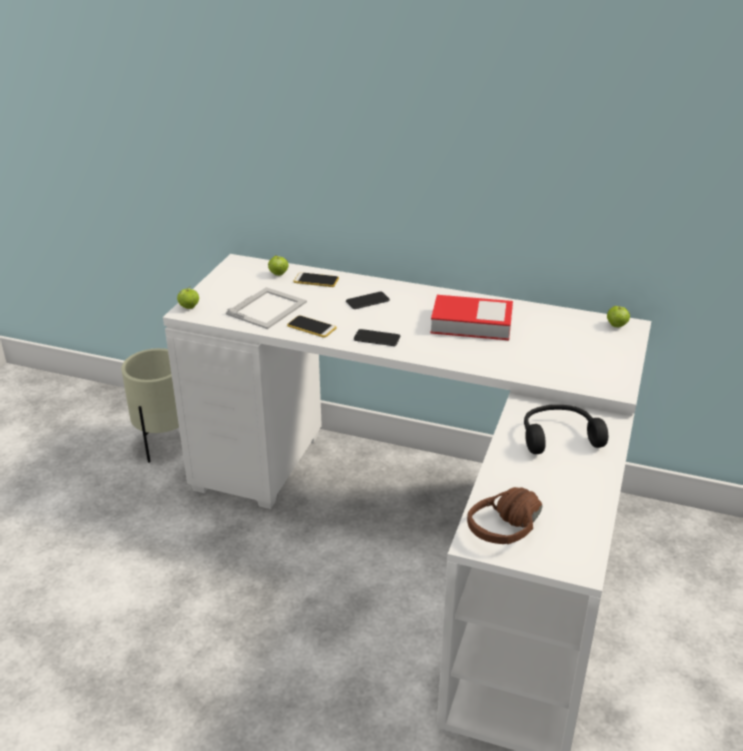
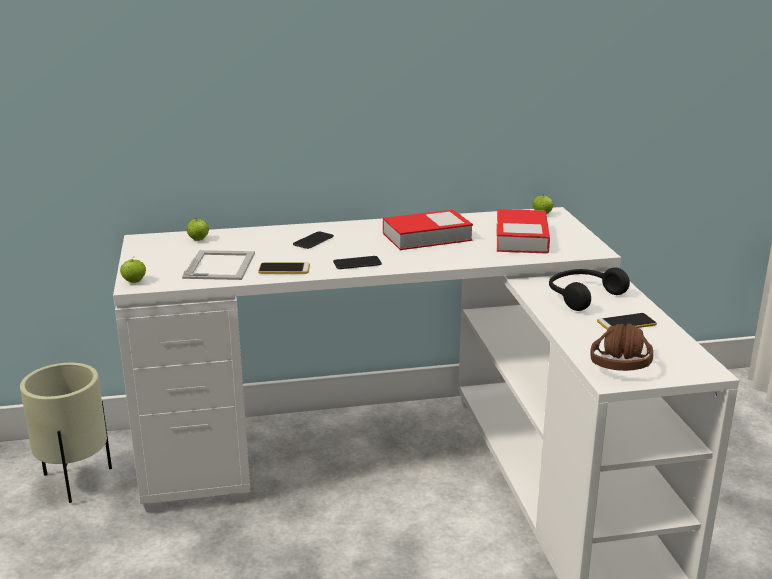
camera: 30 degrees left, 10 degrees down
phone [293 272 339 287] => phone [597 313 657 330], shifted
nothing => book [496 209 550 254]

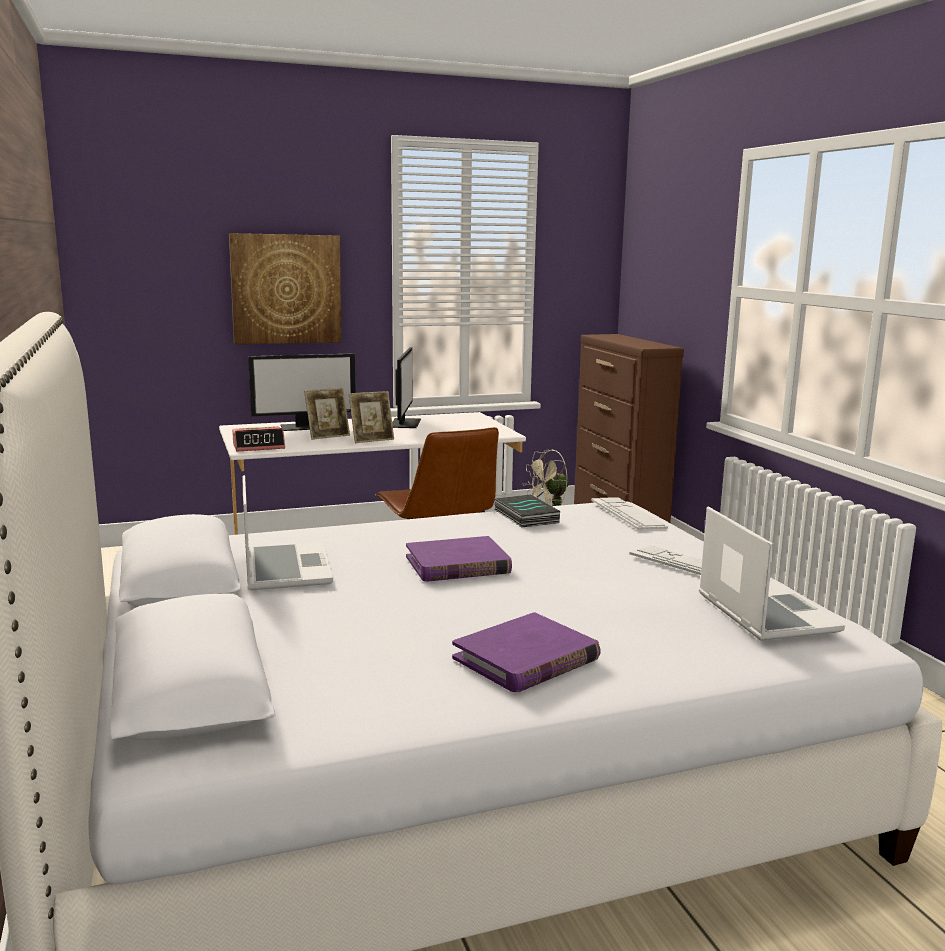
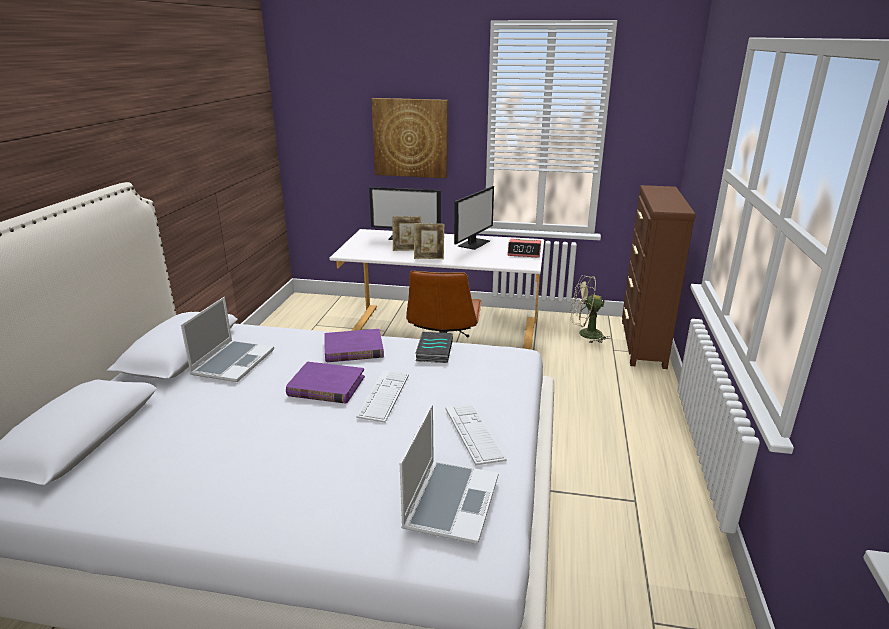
camera: 30 degrees right, 10 degrees up
table clock [232 426 285 452] => table clock [507 238 541 258], shifted
computer keyboard [591 497 668 530] => computer keyboard [356 370 409 423], shifted
purplish book [452 612 601 692] => purplish book [324 329 384 362], shifted

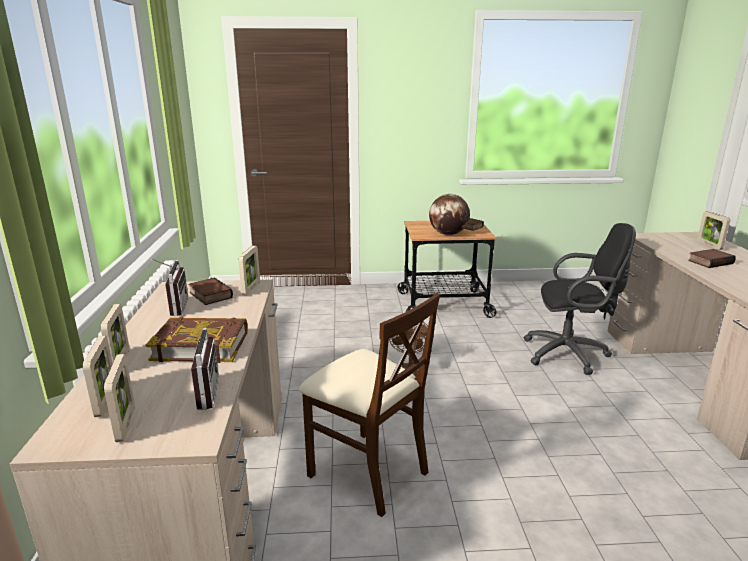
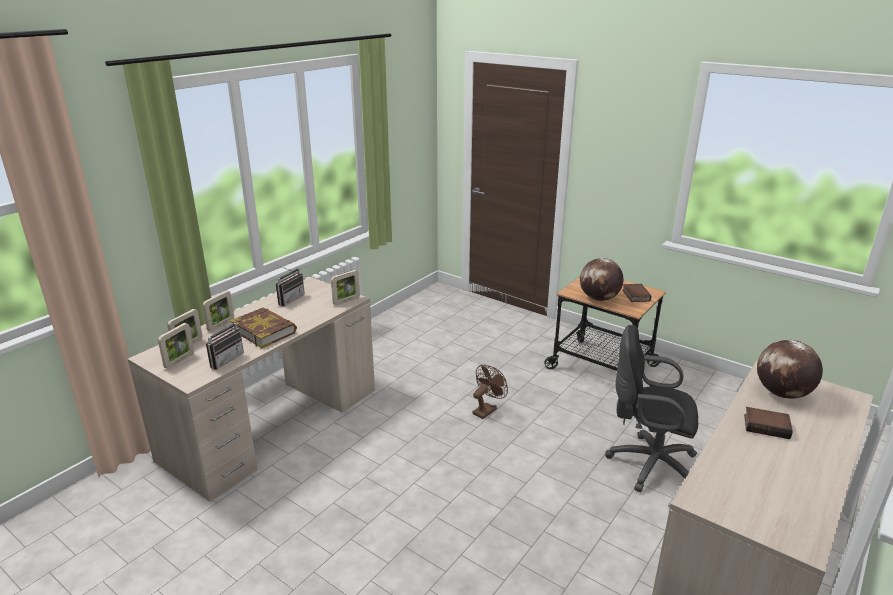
camera: 40 degrees right, 5 degrees up
standing frame [697 211 730 250] => nothing
blackish office chair [523 223 636 375] => blackish office chair [605 325 698 492], 150 degrees clockwise
book [189 277 233 305] => nothing
beige-coloured chair [299 293 440 517] => nothing
nothing => desk globe [757 340 823 398]

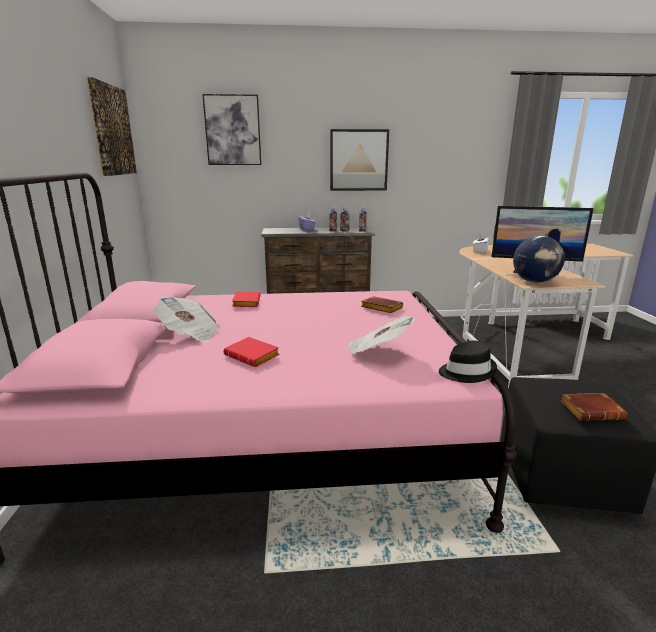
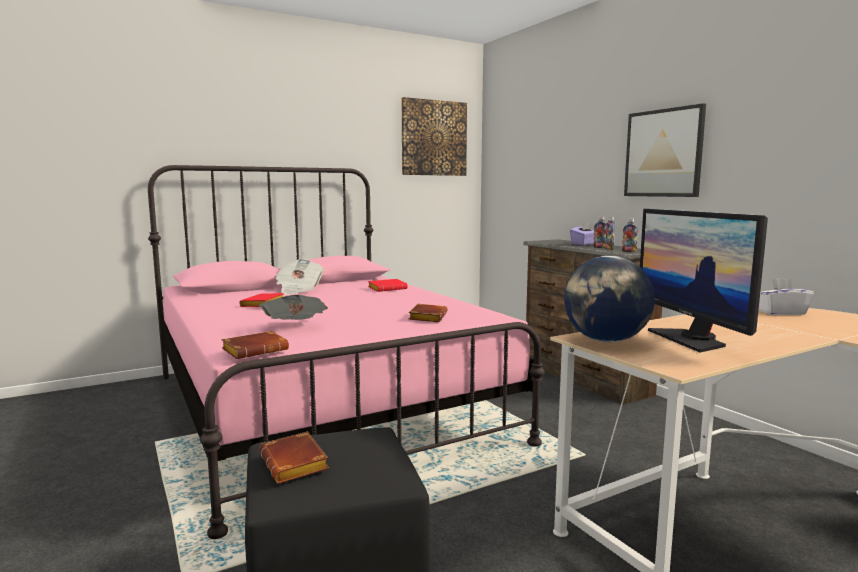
camera: 65 degrees right, 10 degrees down
picture [202 94 261 165] => nothing
blackish clothing hat [439 341 497 383] => brown book [221 331 289 359]

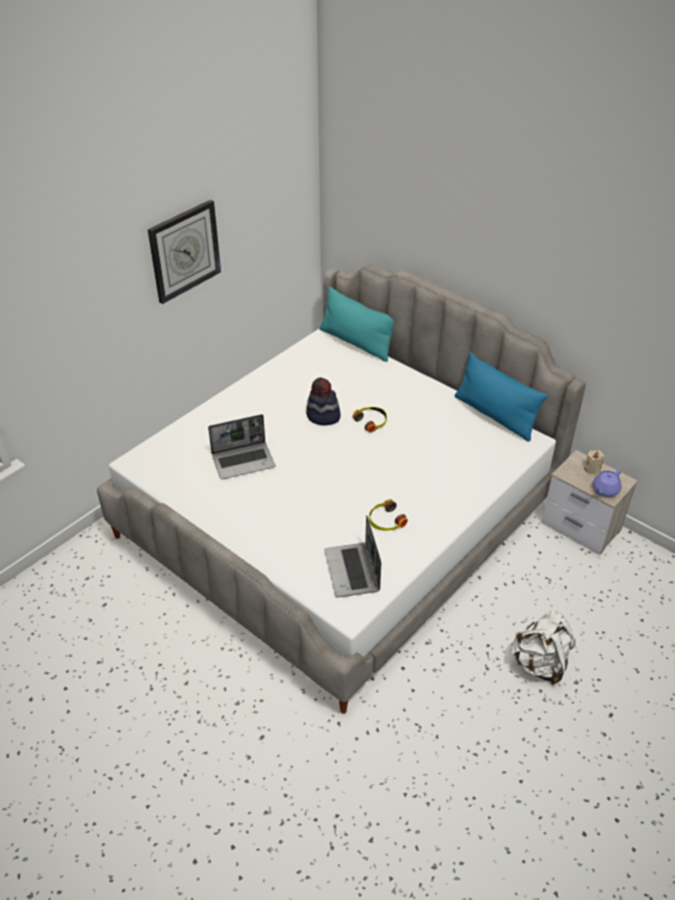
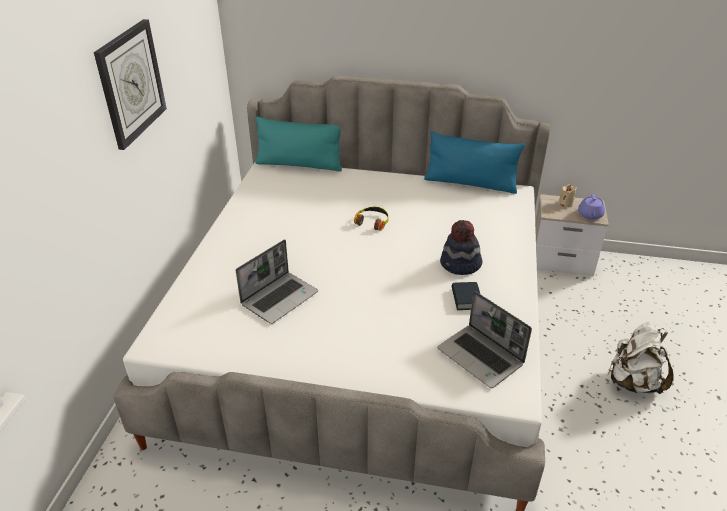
camera: 30 degrees left, 5 degrees down
clothing hat [306 378 341 426] => clothing hat [440 220 482 275], shifted
headset [369 499 408 531] => book [452 282 480 310]

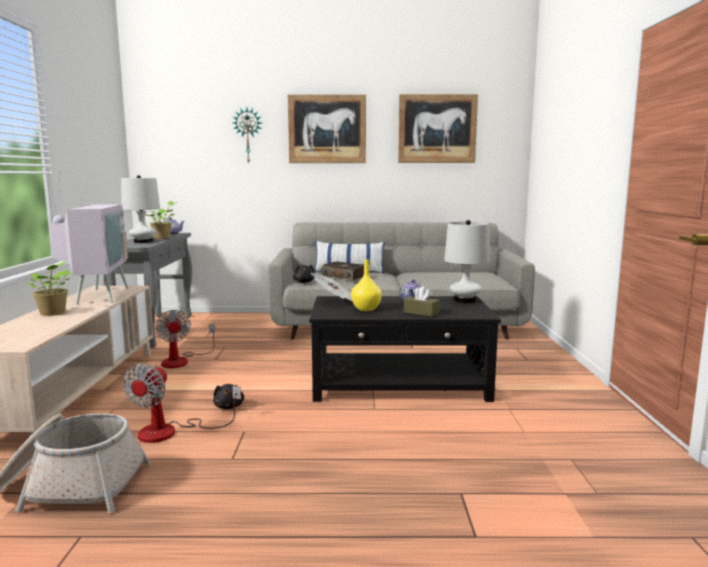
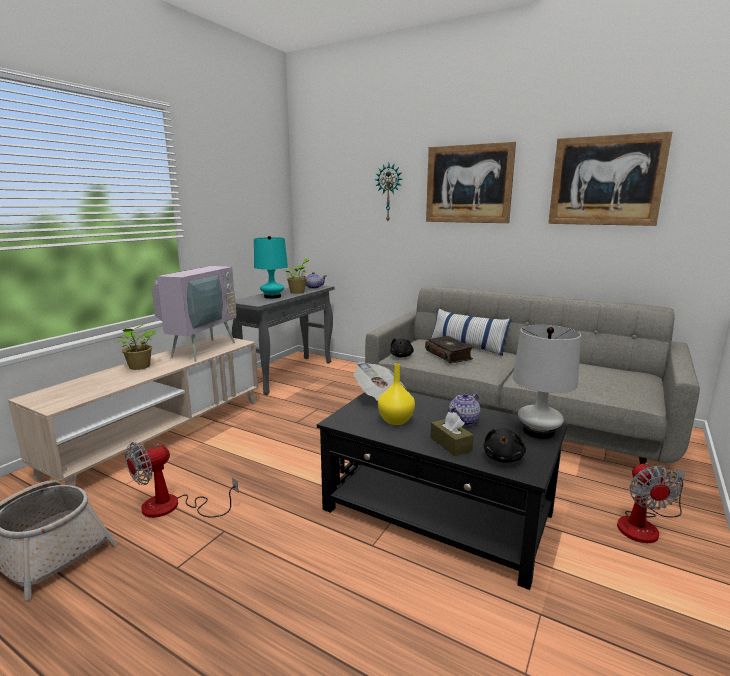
camera: 30 degrees right, 5 degrees up
white-coloured lamp for a table [121 175 160 243] => turquoise lamp for a table [254 236 288 299]
cooling fan [156 310 215 368] => cooling fan [617 462 685 543], shifted
blackish plush toy [213 384 244 409] => blackish plush toy [483 428 526 463], shifted

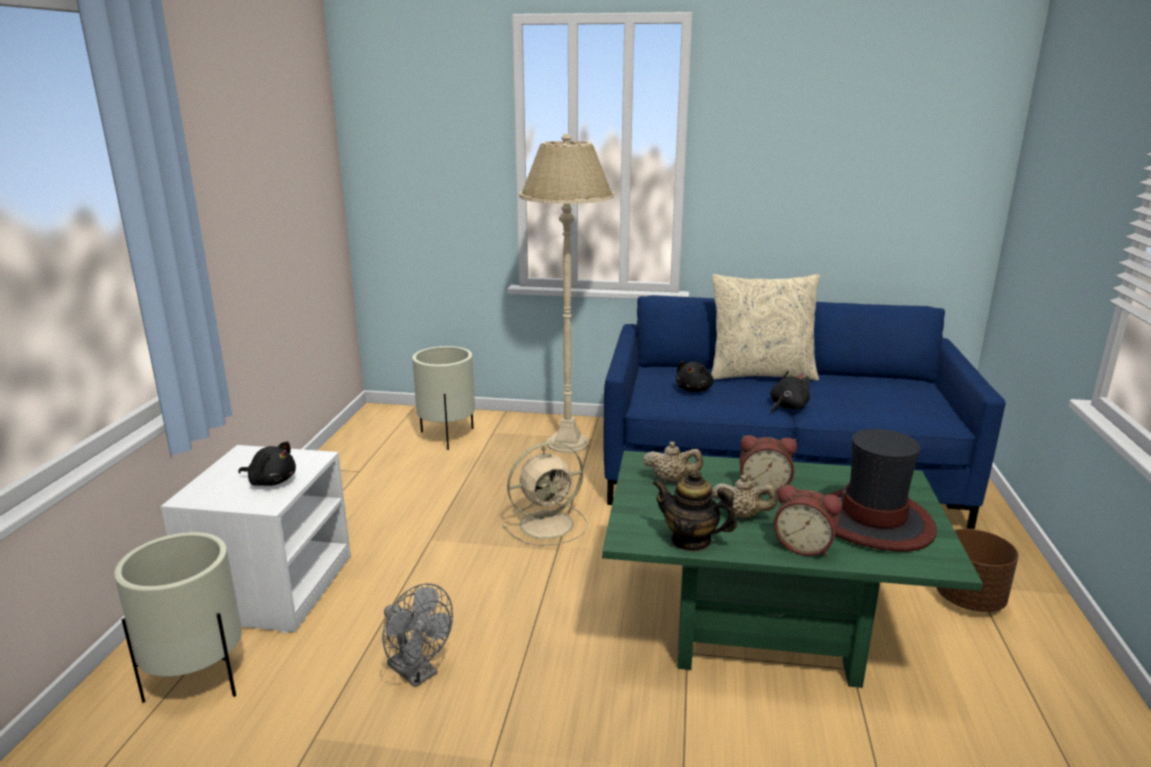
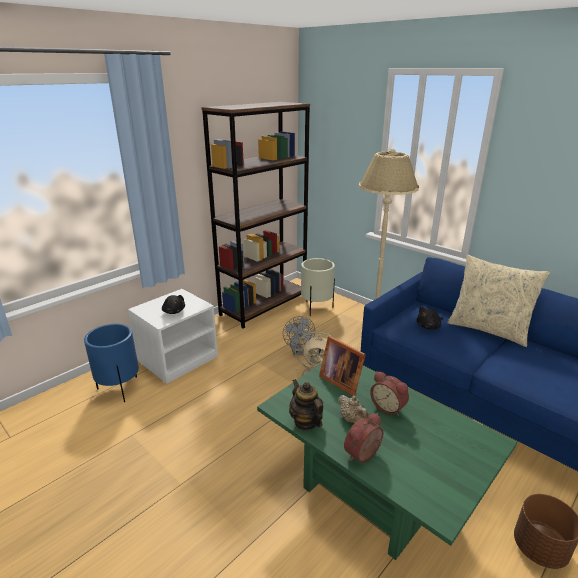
camera: 35 degrees right, 5 degrees up
blackish plush toy [770 371 810 413] => nothing
clothing hat [829 429 937 552] => nothing
beige-coloured pot for tea [643 442 703 482] => standing frame [319 336 366 396]
table clock [774 485 842 556] => table clock [344 413 383 463], 75 degrees clockwise
beige-coloured plant pot [114 532 242 703] => bluish plant pot [84 324 139 402]
grey cooling fan [382 583 453 687] => grey cooling fan [283 316 315 356], shifted
nothing => brown shelving unit [201 102 310 329]

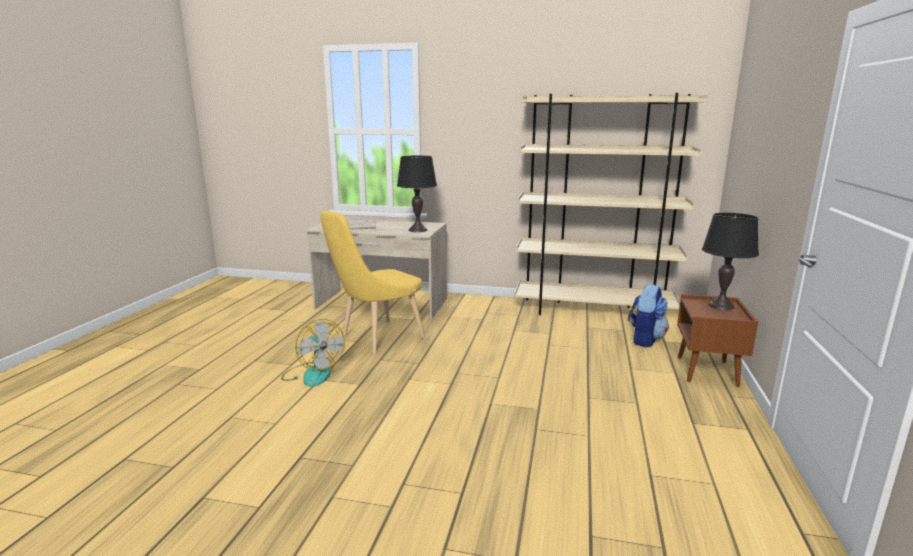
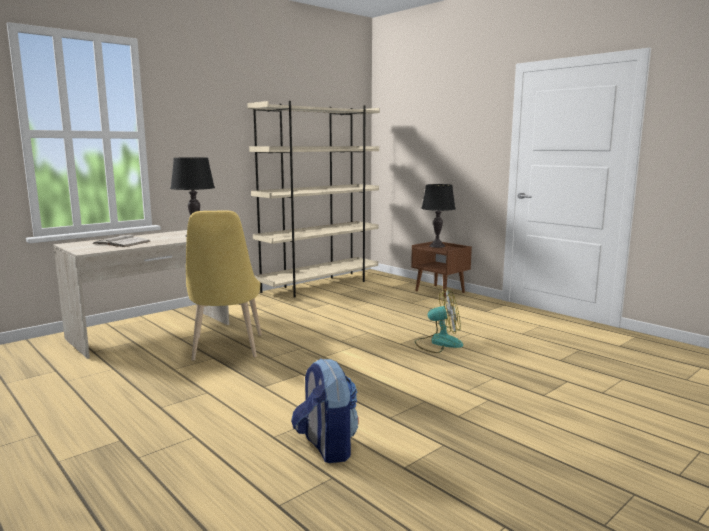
camera: 55 degrees left, 5 degrees down
rucksack [628 284 669 347] => rucksack [291 358 358 463], shifted
cooling fan [281 319 345 387] => cooling fan [415 289 463 353], shifted

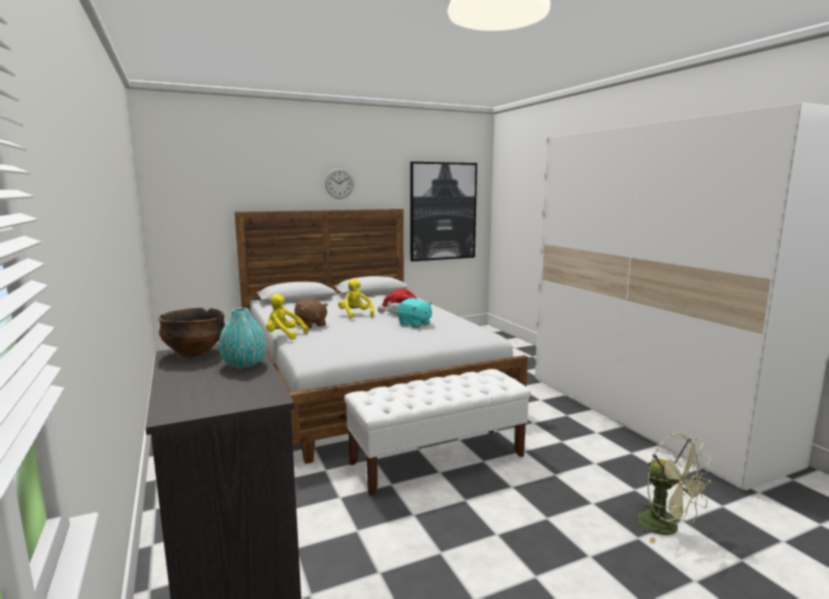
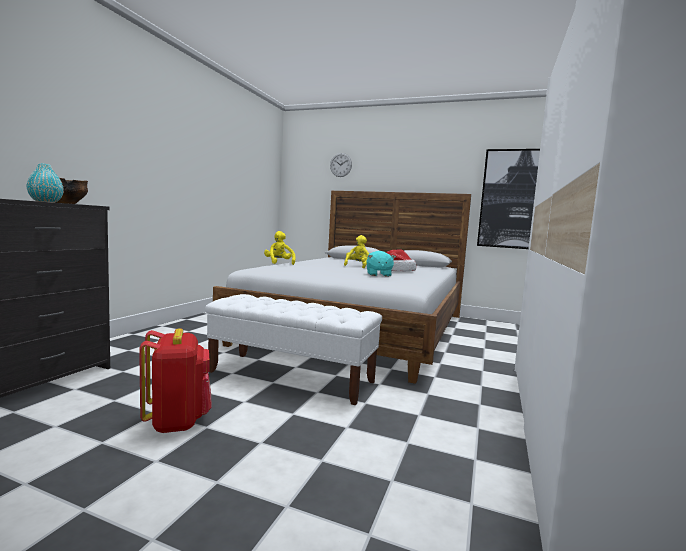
camera: 45 degrees right, 5 degrees down
wall clock [325 168 354 199] => wall clock [330 153 352 177], shifted
brown plush toy [294 299 328 328] => nothing
greenish cooling fan [636 433 713 544] => nothing
nothing => red rucksack [139 328 212 433]

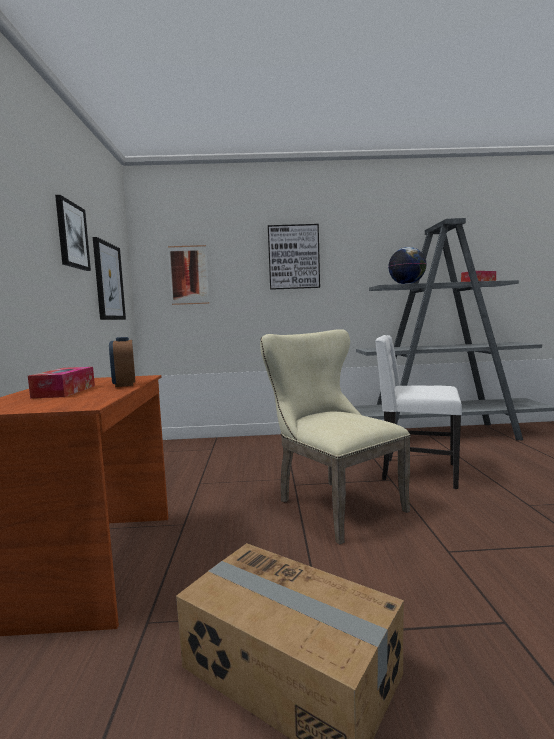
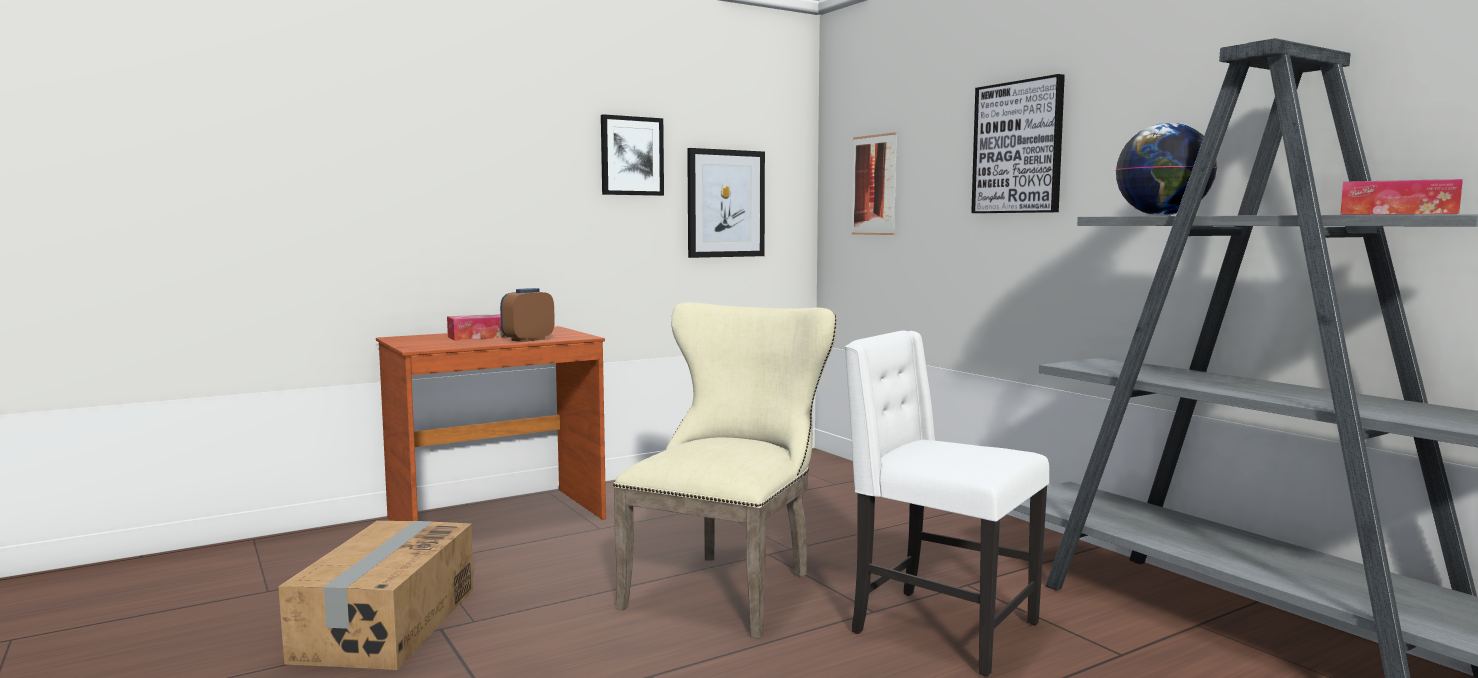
camera: 60 degrees right, 0 degrees up
white-coloured chair [375 335 462 489] => white-coloured chair [845 330 1049 676], 45 degrees counterclockwise

